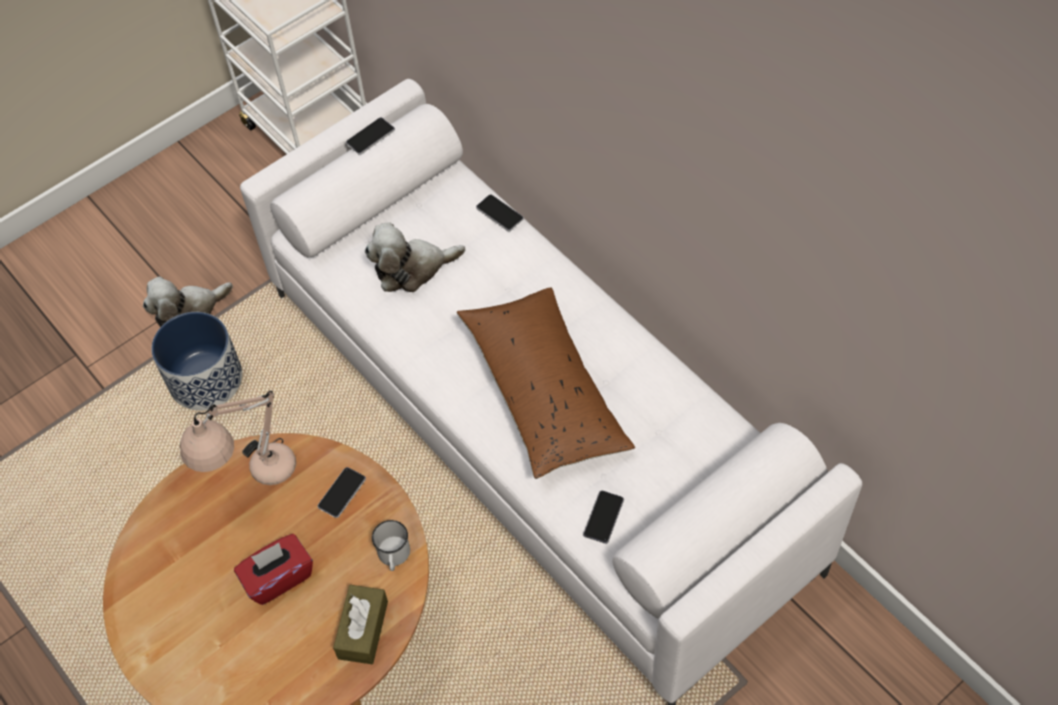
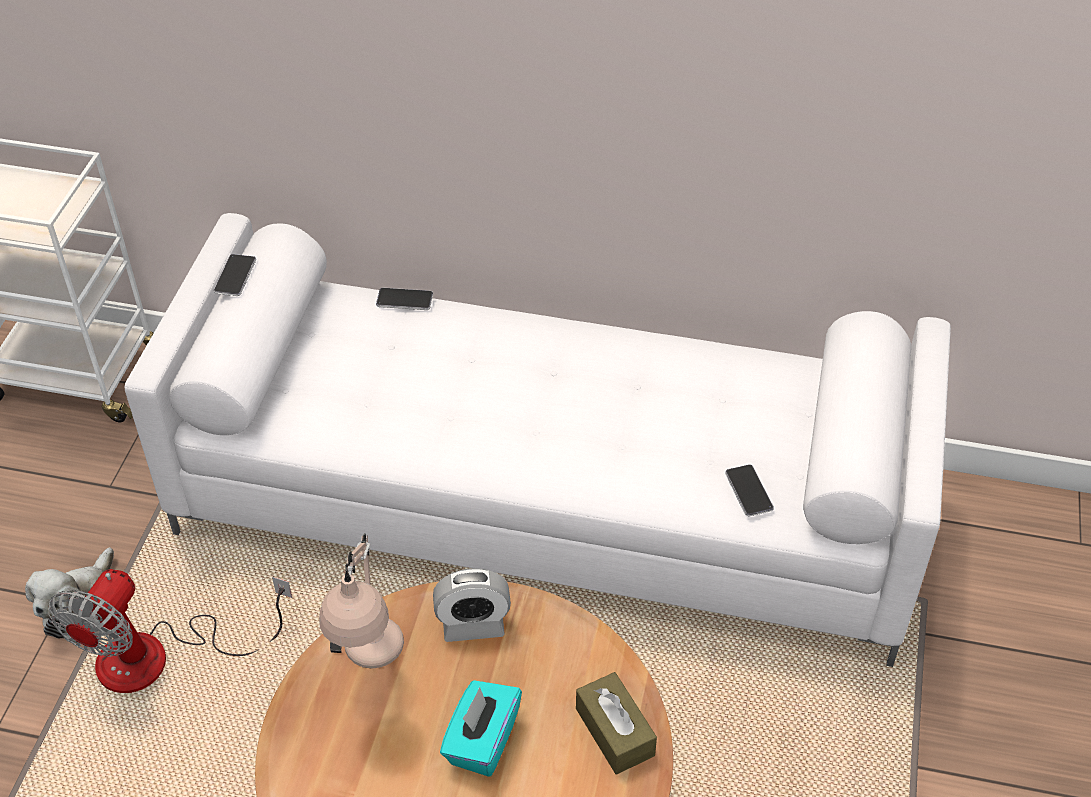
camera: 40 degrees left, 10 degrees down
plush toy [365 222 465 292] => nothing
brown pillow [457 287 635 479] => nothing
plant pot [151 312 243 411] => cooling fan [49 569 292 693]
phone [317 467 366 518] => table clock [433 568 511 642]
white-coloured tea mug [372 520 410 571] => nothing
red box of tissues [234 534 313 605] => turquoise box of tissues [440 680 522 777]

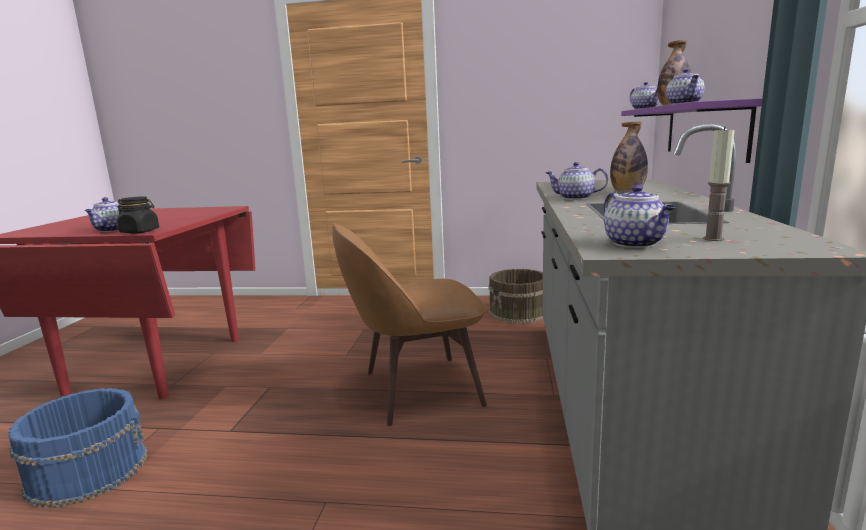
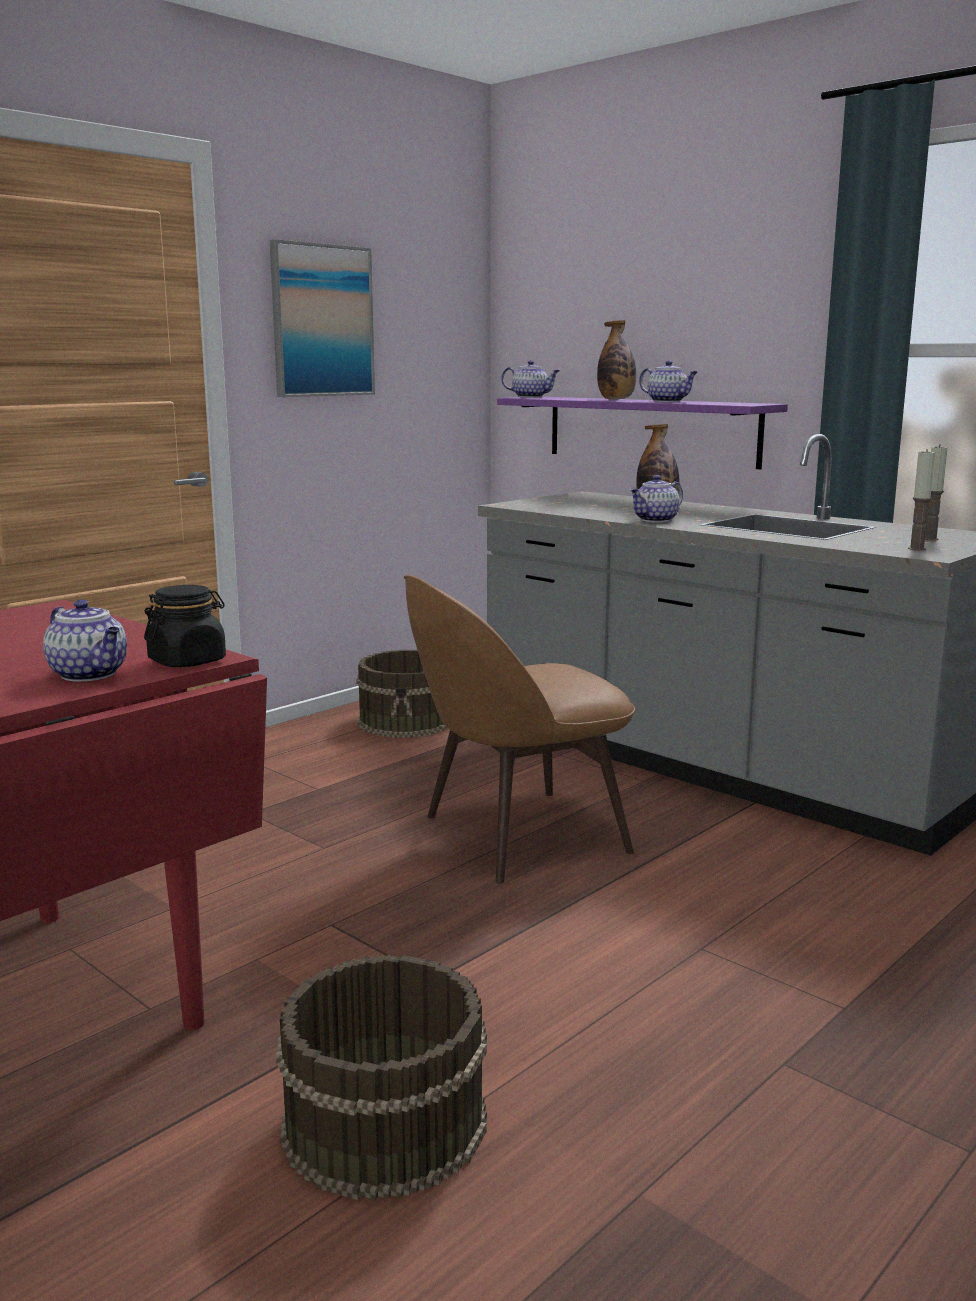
camera: 55 degrees left, 0 degrees up
pot for tea [604 185 675 248] => wax light [908 449 935 551]
brown chair [332 223 487 426] => brown chair [404 575 635 884], 45 degrees clockwise
bluish water bucket [8 388 148 508] => brown water bucket [276 955 487 1200]
nothing => picture [270 239 375 397]

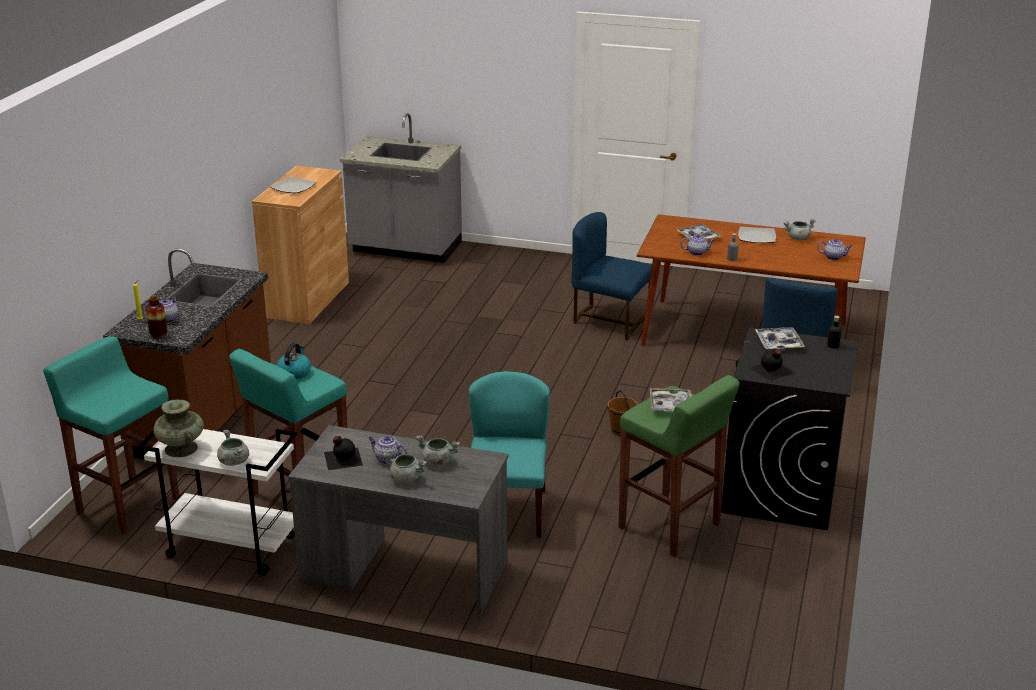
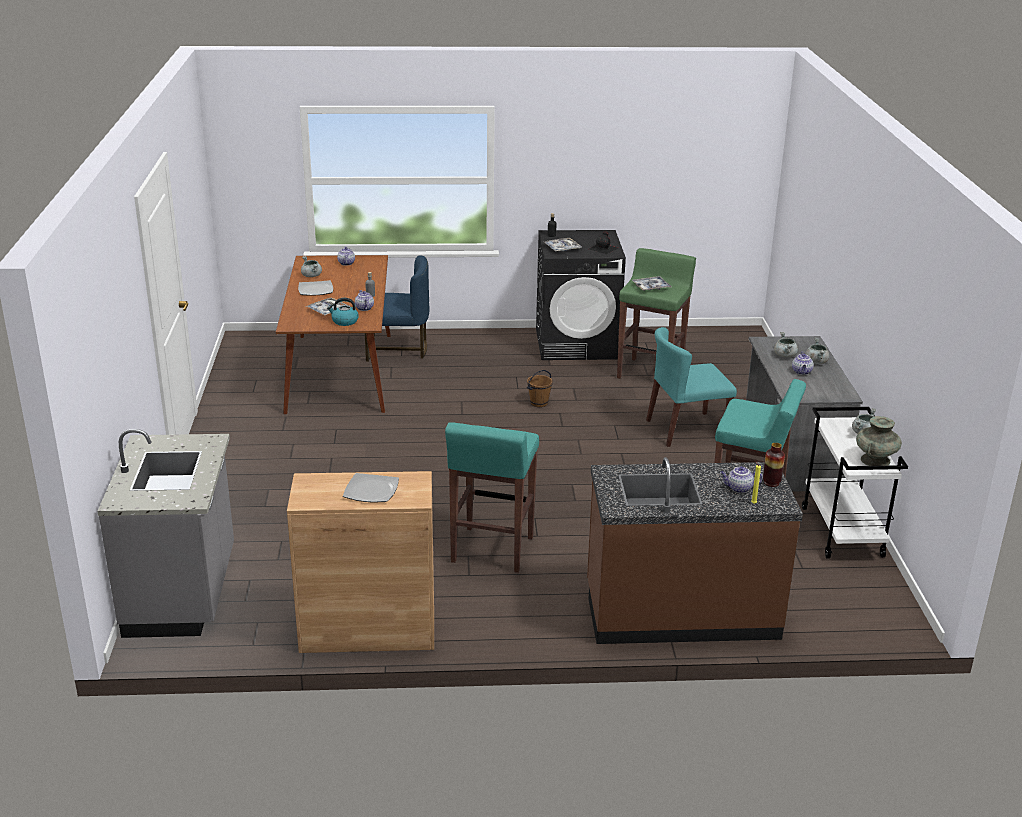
camera: 110 degrees left, 0 degrees up
bluish chair [571 212 652 340] => nothing
turquoise stool seat [43 336 179 534] => turquoise stool seat [445 422 539 573], shifted
water kettle [276 343 311 380] => water kettle [327 298 359 326], shifted
blackish bottle [324 436 363 470] => nothing

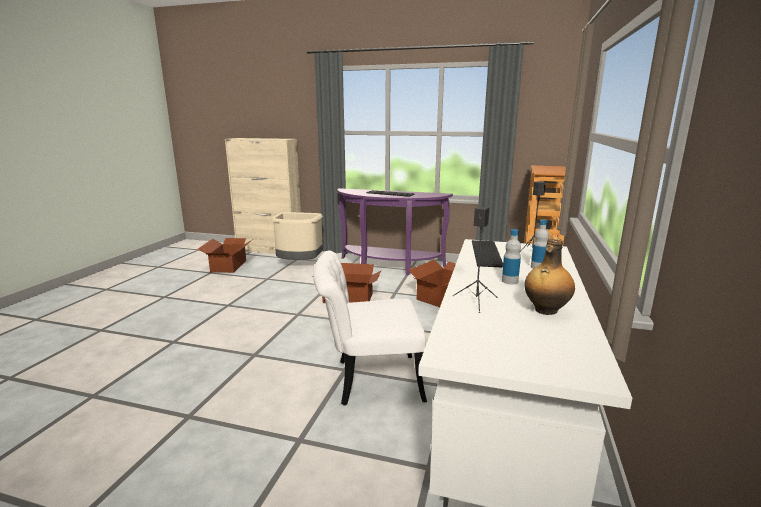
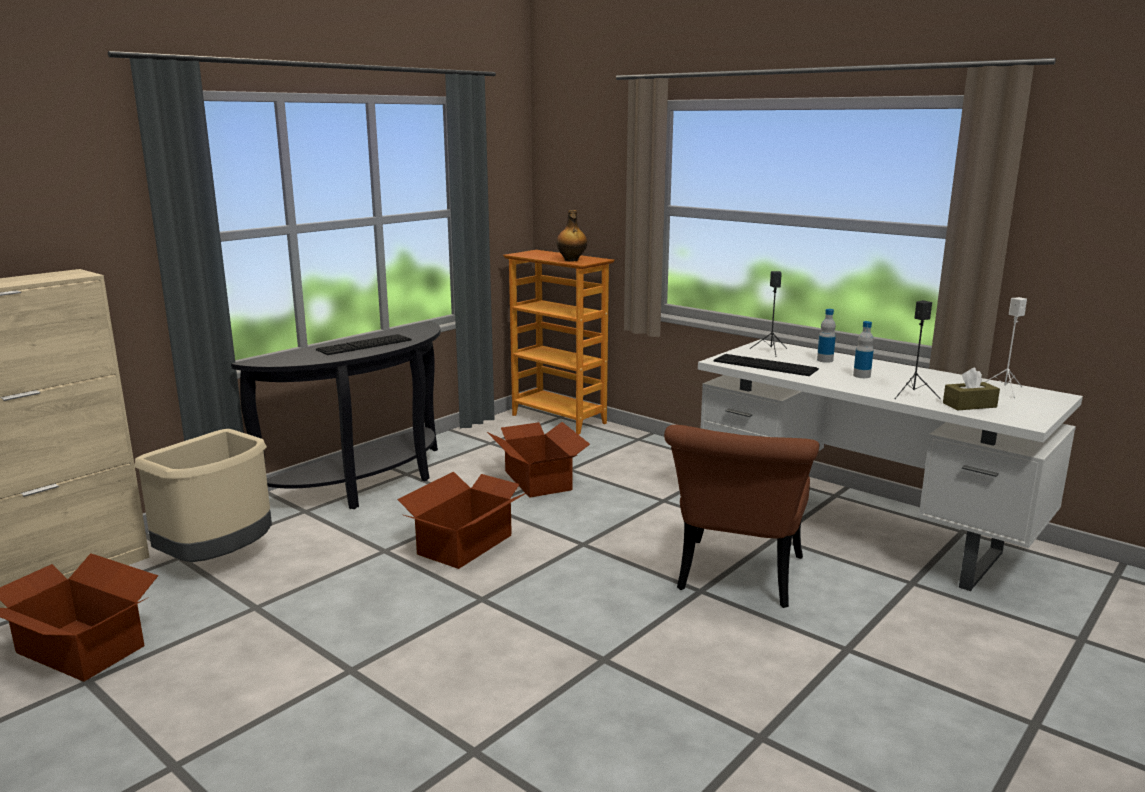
camera: 65 degrees left, 0 degrees up
purplish hall table [337 188 453 275] => blackish hall table [231 321 441 509]
bottle [524 238 575 315] => bottle [556 210 587 261], shifted
white-coloured chair [313 251 427 406] => brown chair [664 425 819 608]
nothing => white-coloured loudspeaker [985 297 1027 398]
nothing => brown box of tissues [943 368 1000 411]

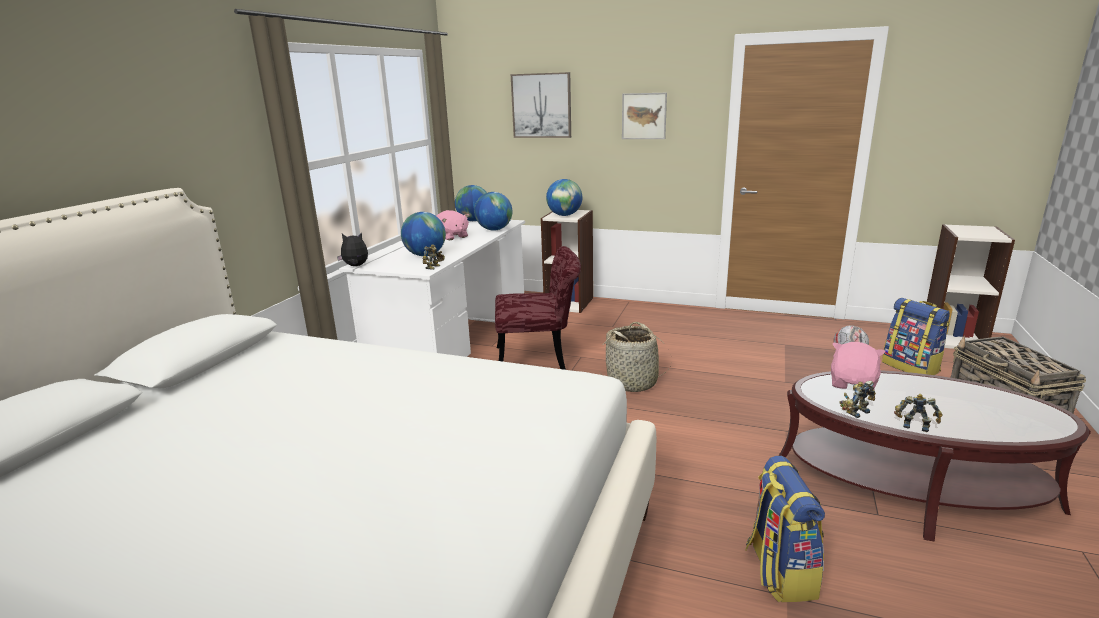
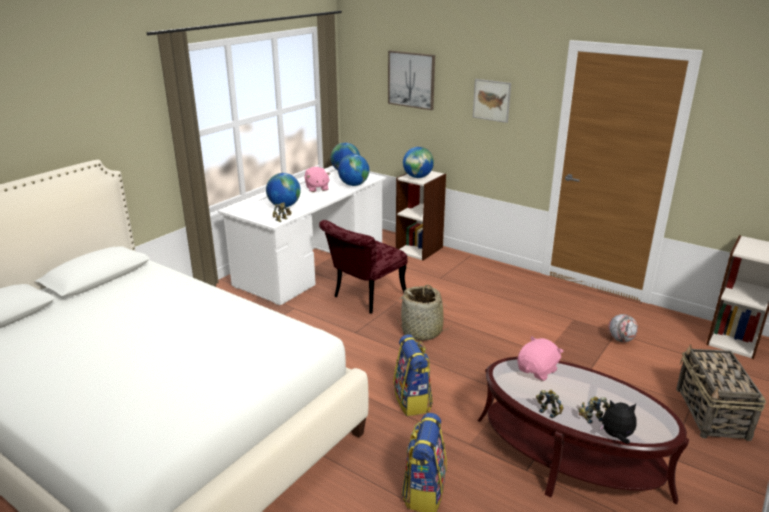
camera: 15 degrees right, 5 degrees up
plush toy [337 233 368 266] => plush toy [600 400 637 444], shifted
red chair [495 246 581 370] => red chair [319 220 407 314], 120 degrees clockwise
rucksack [882 298 950 375] => rucksack [393 334 433 416], shifted
toy robot [839 381 876 418] => toy robot [578 396 610 424], shifted

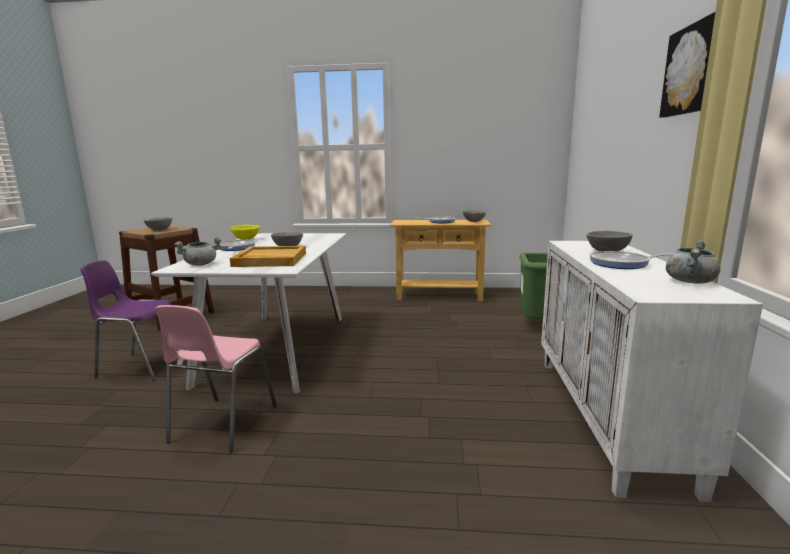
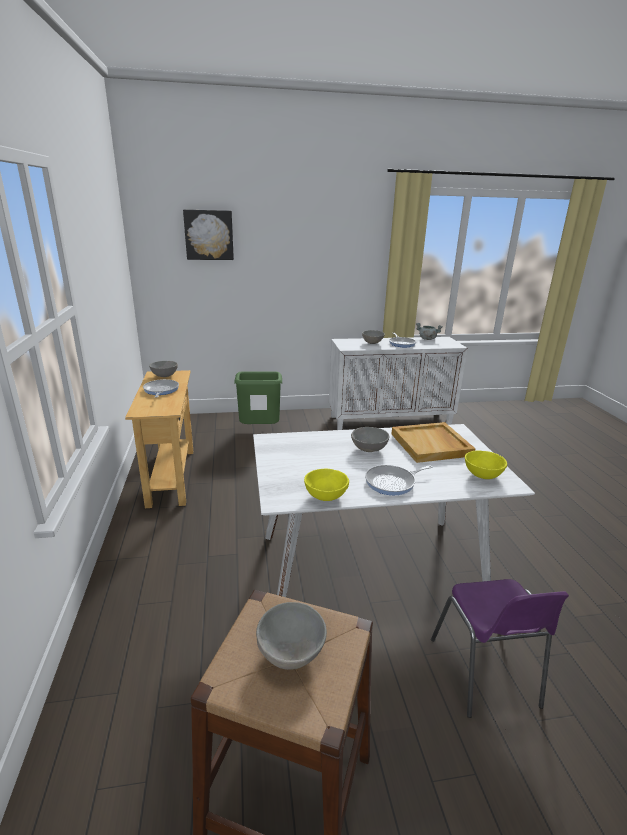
camera: 105 degrees left, 10 degrees up
picture [659 12 715 118] => picture [183 210 234 260], shifted
grey cooking pot [174 237 222 266] => yellow-coloured deep dish [465 450 507 479]
pink-coloured chair [155 305 277 452] => nothing

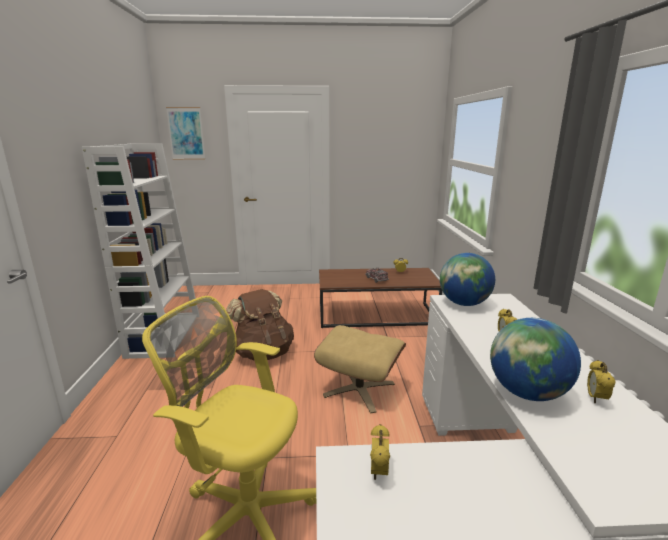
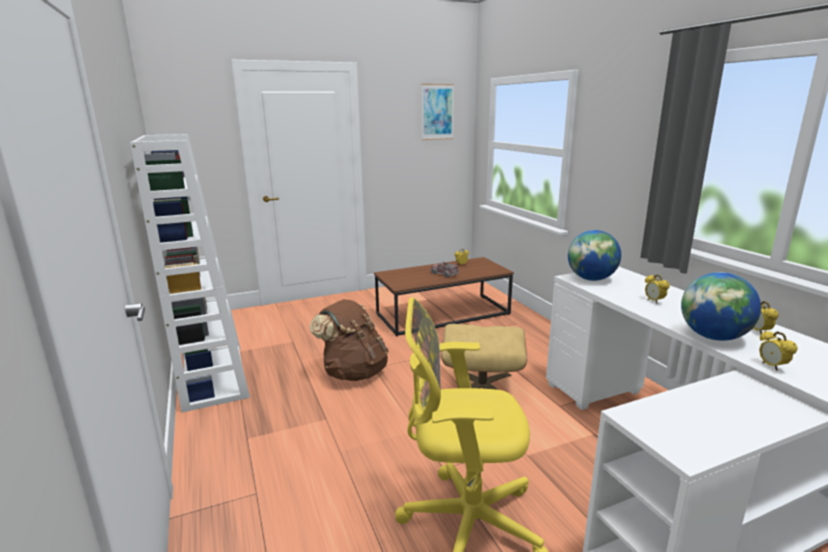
camera: 20 degrees left, 0 degrees up
picture [166 107 205 160] => picture [422 84 454 140], shifted
table clock [370 424 390 480] => table clock [759 331 798 371], shifted

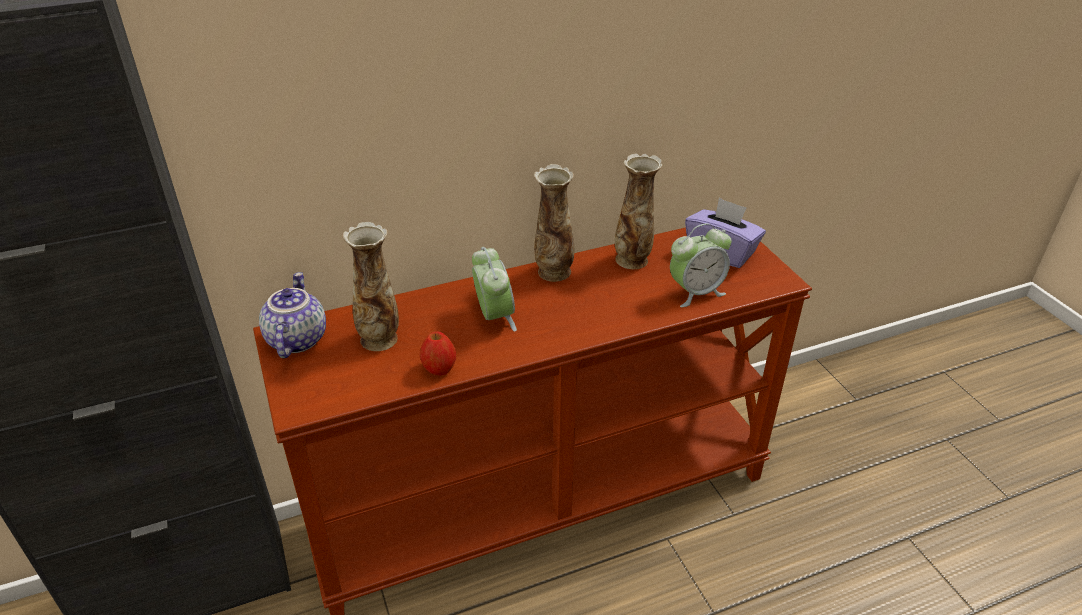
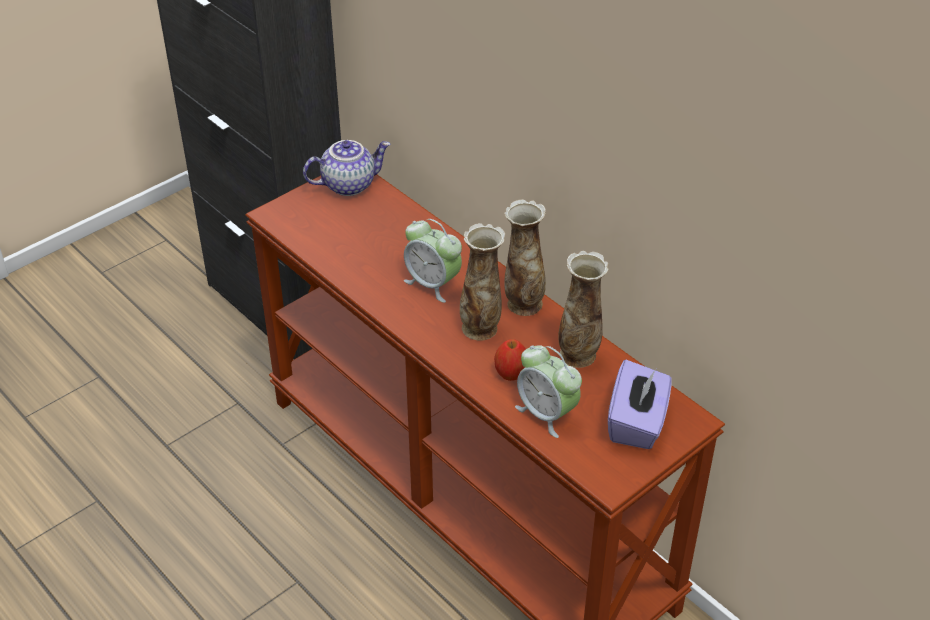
camera: 70 degrees right, 5 degrees up
decorative vase [343 222 399 351] => decorative vase [460 223 505 340], shifted
table clock [472 247 517 332] => table clock [404 219 462 303], 75 degrees clockwise
apple [420 331 456 376] => apple [494 339 526 381], shifted

